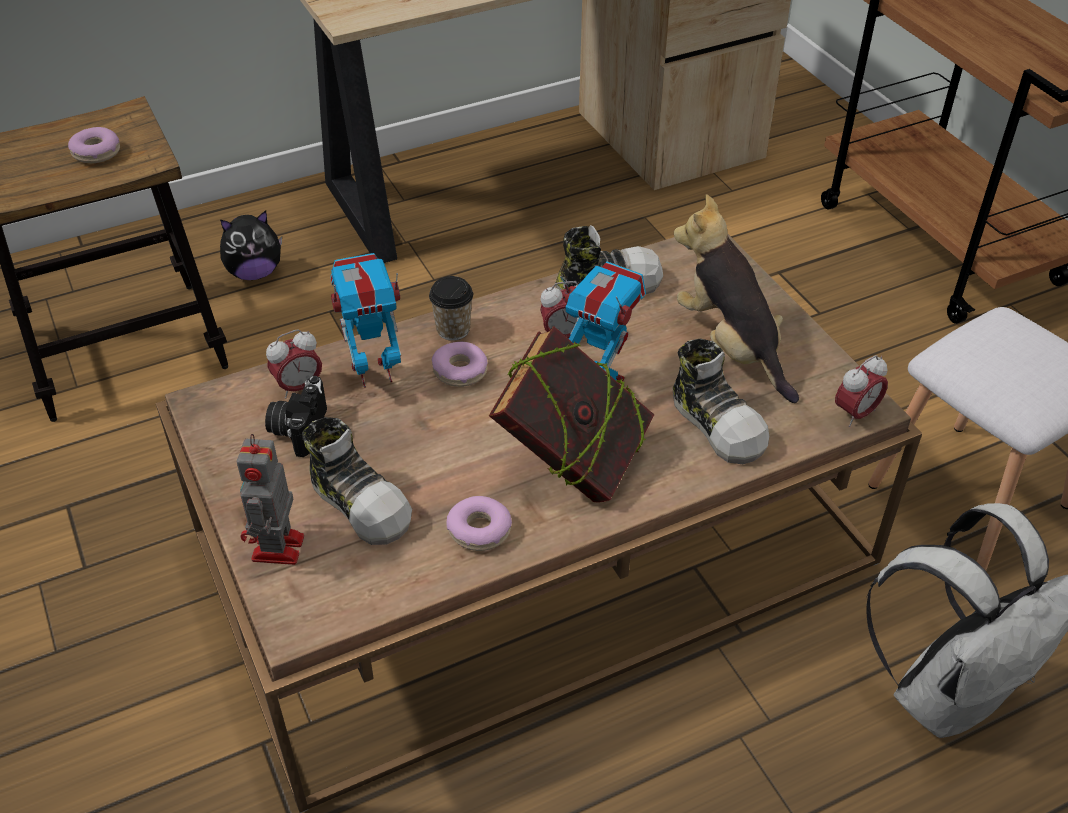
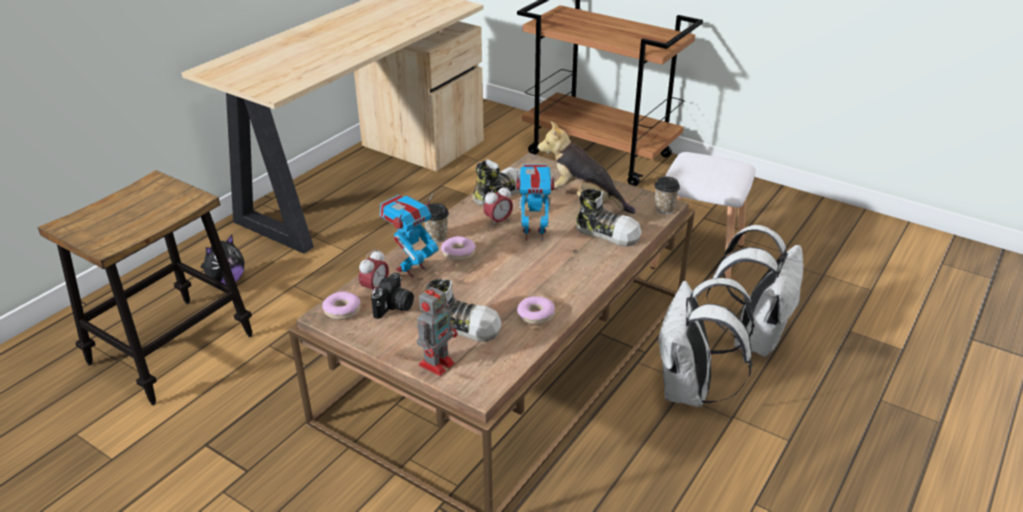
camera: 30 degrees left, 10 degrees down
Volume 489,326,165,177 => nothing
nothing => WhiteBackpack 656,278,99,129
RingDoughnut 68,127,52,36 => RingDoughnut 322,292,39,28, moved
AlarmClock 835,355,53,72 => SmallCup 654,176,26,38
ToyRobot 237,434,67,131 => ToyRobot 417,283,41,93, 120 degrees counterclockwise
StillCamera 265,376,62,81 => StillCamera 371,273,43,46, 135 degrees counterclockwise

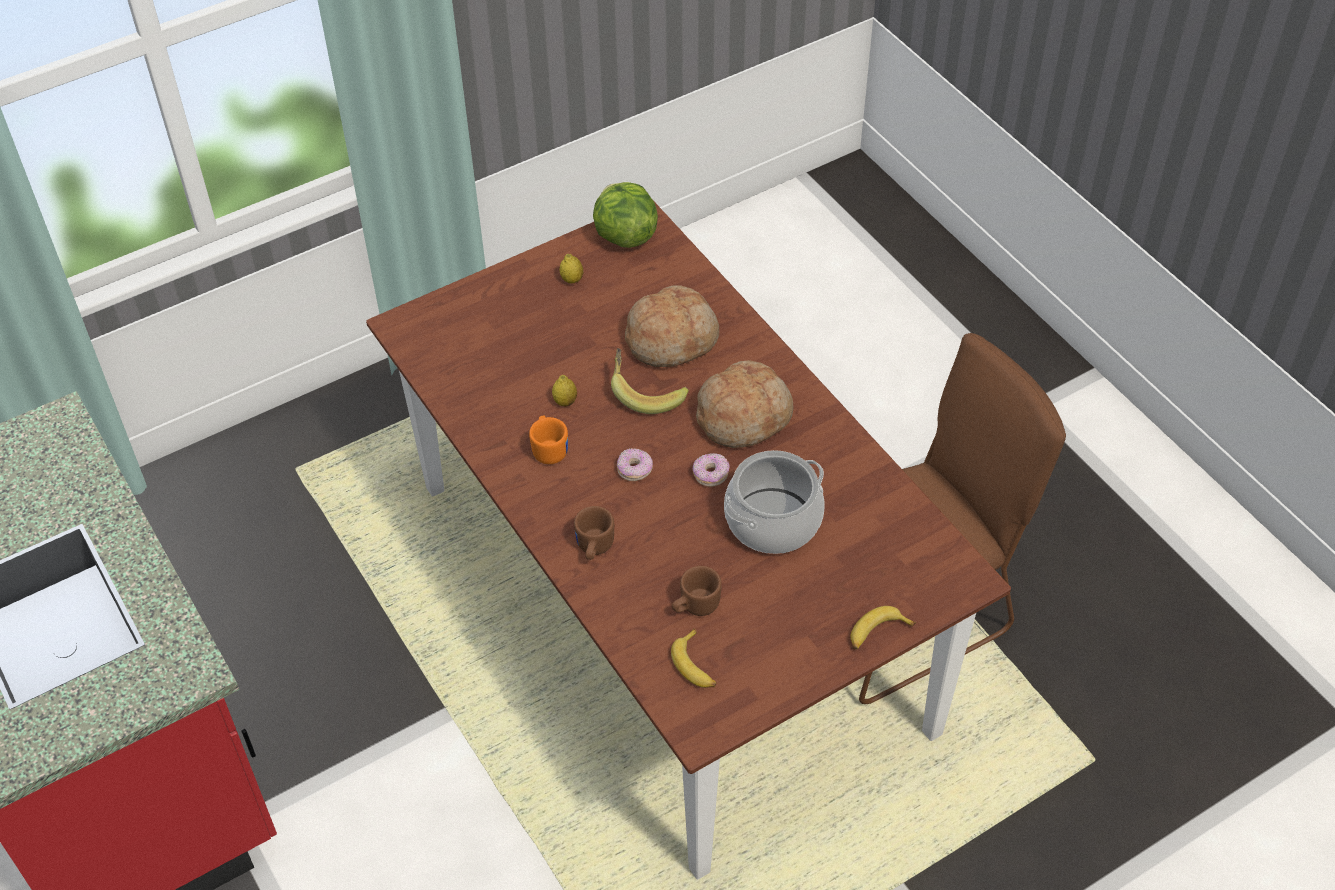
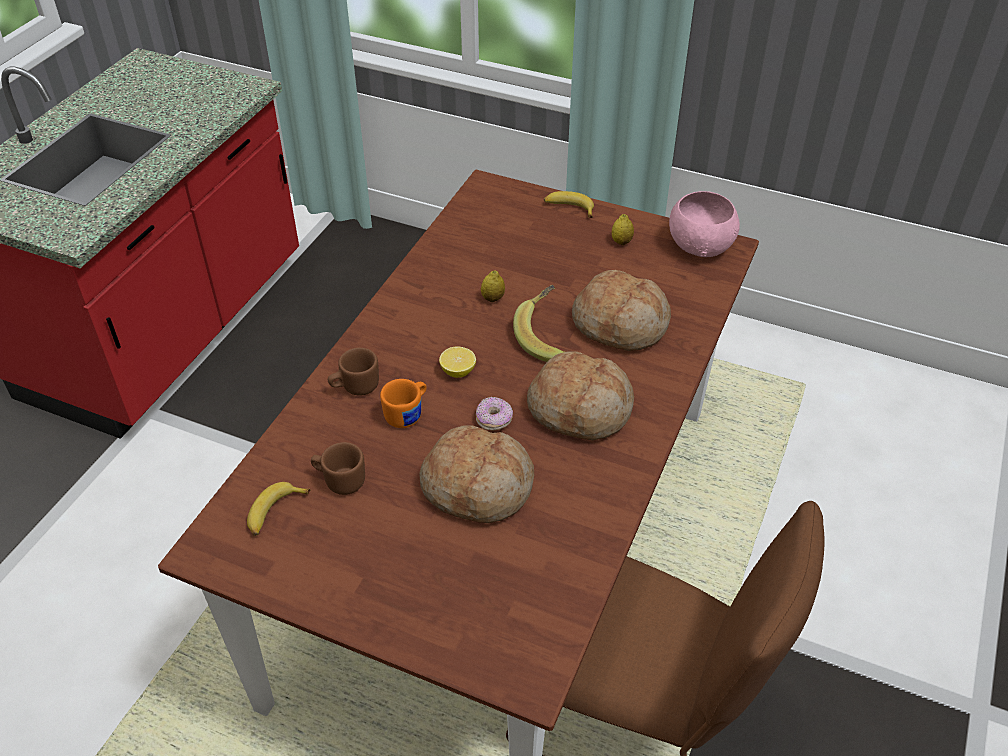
camera: 55 degrees right, 5 degrees down
OrangeColouredTeaMug 529,415,39,49 => OrangeColouredTeaMug 380,379,47,49, moved
BananaFruit 850,606,66,43 => BananaFruit 544,191,50,27, moved
LettuceHead 593,182,65,66 => PinkDeepDish 669,191,71,66
RingDoughnut 617,448,36,33 => WholeLemon 439,346,37,32
Saucepot 724,450,101,104 => BakedBread 419,425,115,98

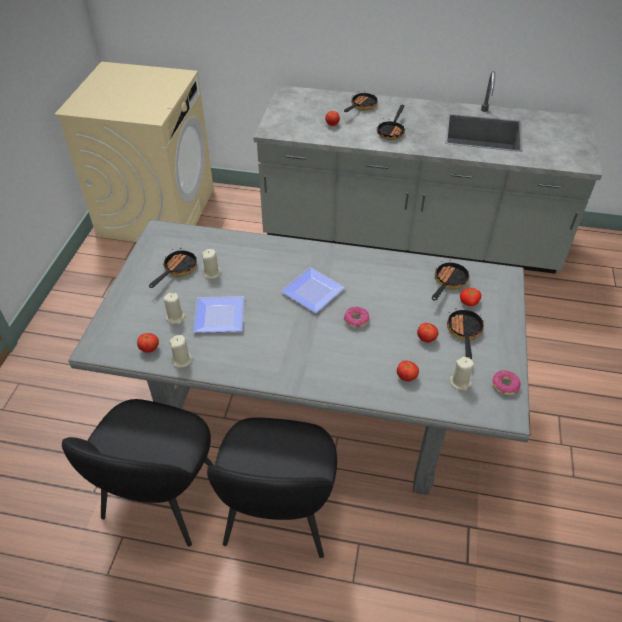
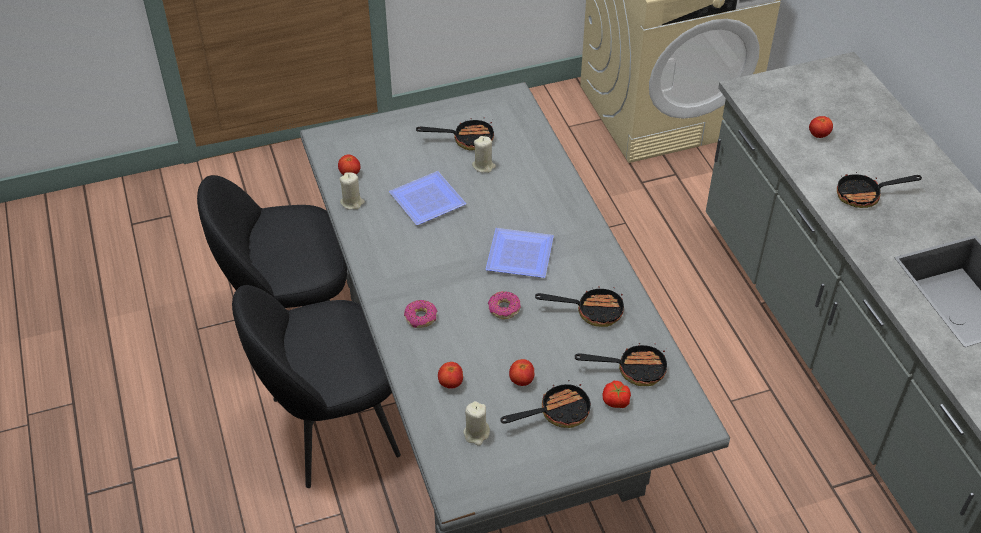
camera: 60 degrees right, 0 degrees up
BeigeCandle 164,293,21,31 => nothing
Pan 344,91,34,21 => Pan 535,286,89,41, moved
RingDoughnut 492,370,29,25 => RingDoughnut 404,300,33,28, moved

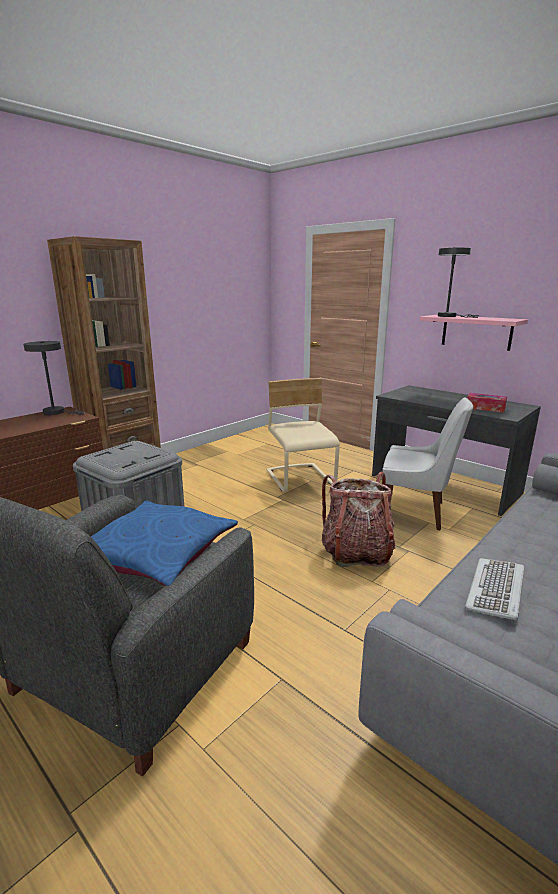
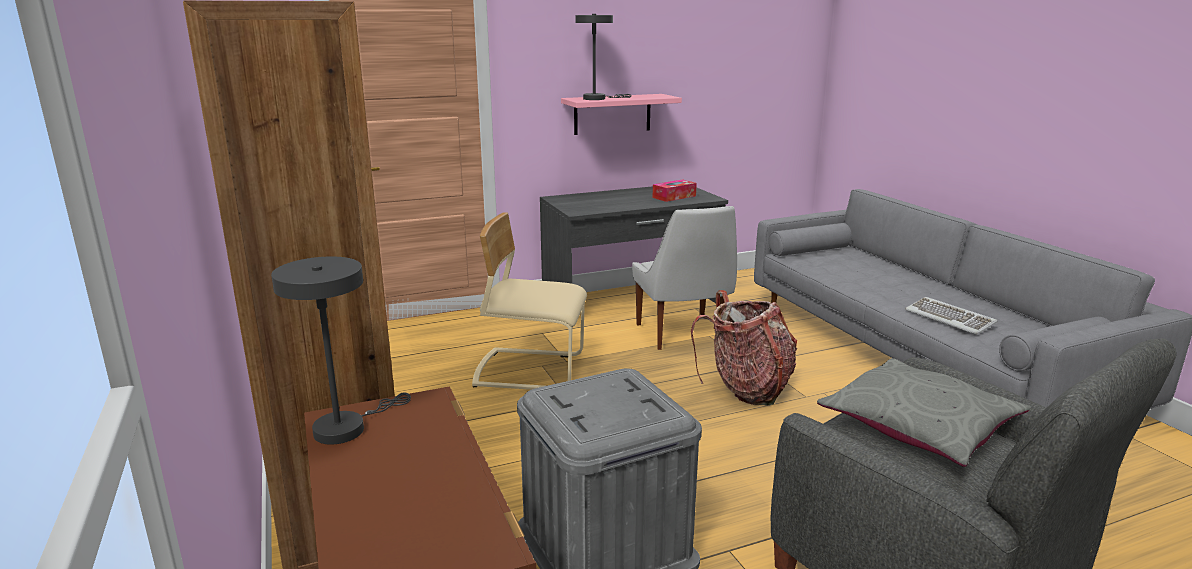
camera: 65 degrees left, 0 degrees up
BlueCushion 91,501,147,85 => GreyCushion 817,358,214,109
WhiteChair 382,397,91,134 => WhiteChair 632,206,105,144, 120 degrees clockwise

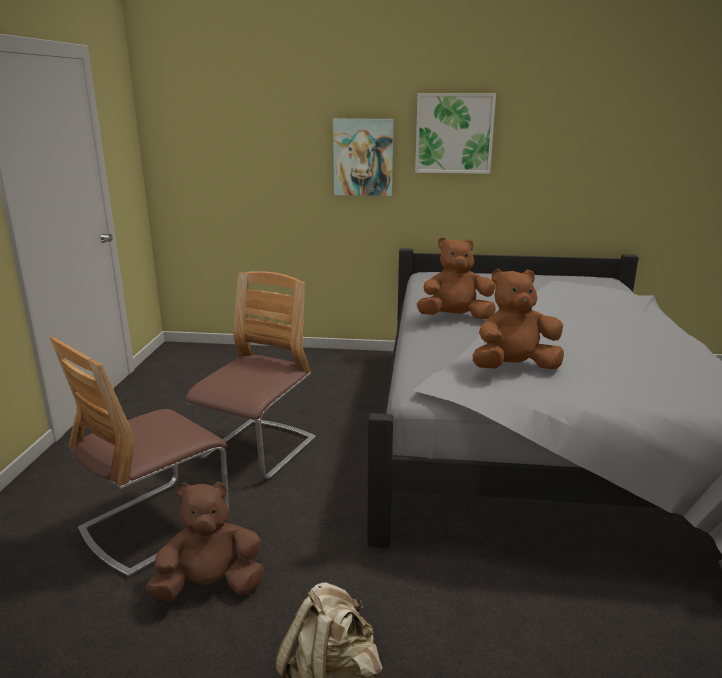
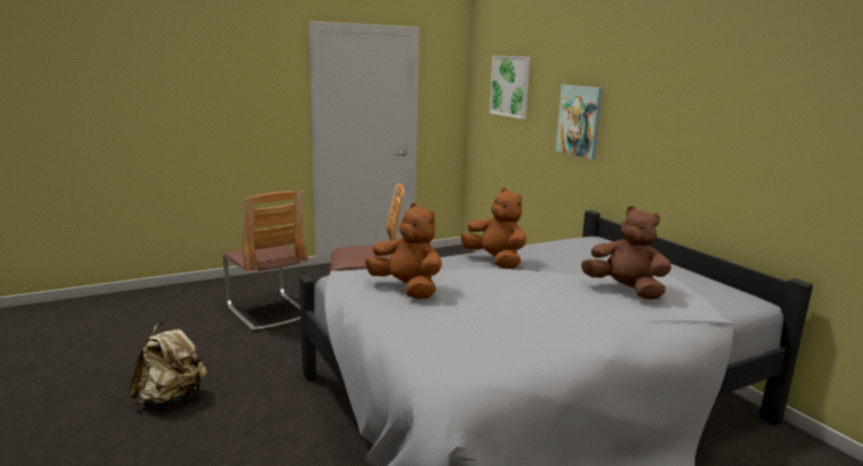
camera: 55 degrees right, 5 degrees down
BrownishCuddlyToy 145,481,119,121 => BrownishCuddlyToy 581,206,90,93, moved
Picture 415,93,81,81 => Picture 489,56,41,63, moved
Chair 50,336,179,242 => Chair 223,191,85,141, 135 degrees counterclockwise

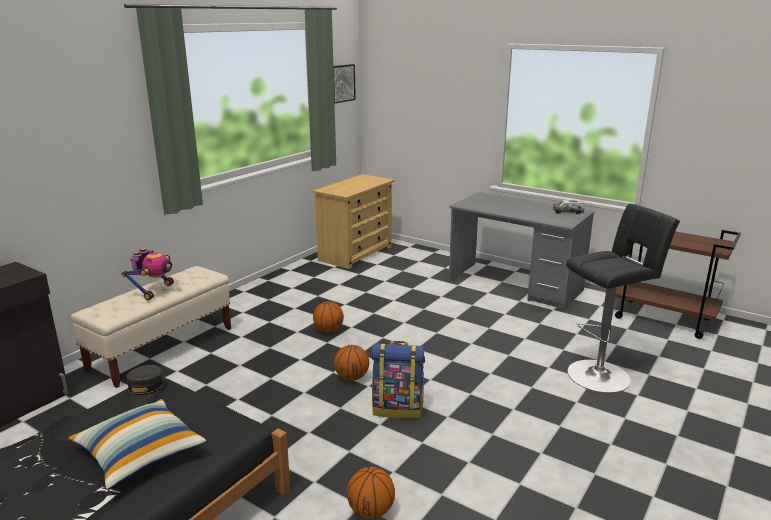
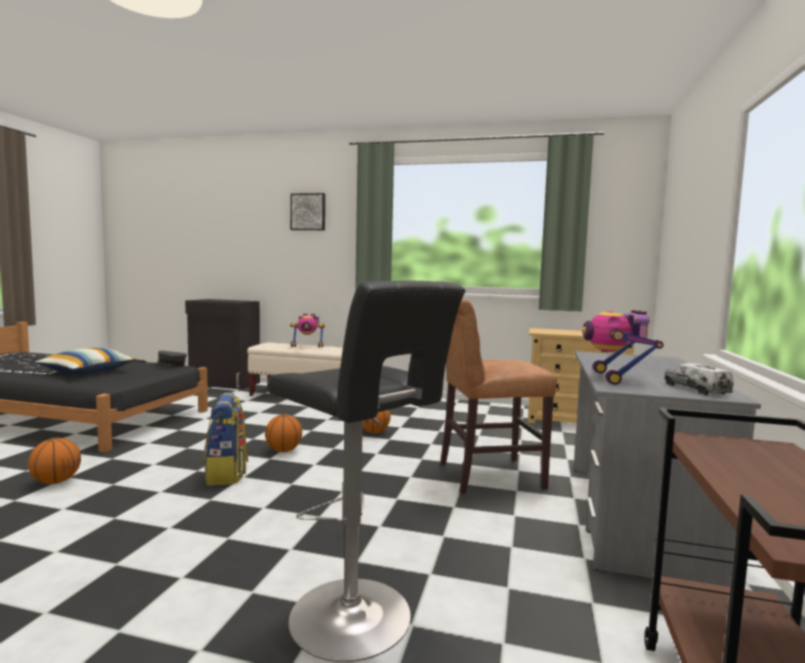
camera: 70 degrees right, 15 degrees down
nothing => BrownishChair 440,299,117,195
nothing => ToyRobot 582,310,82,75
Picture 333,64,23,39 => Picture 290,193,35,37, moved

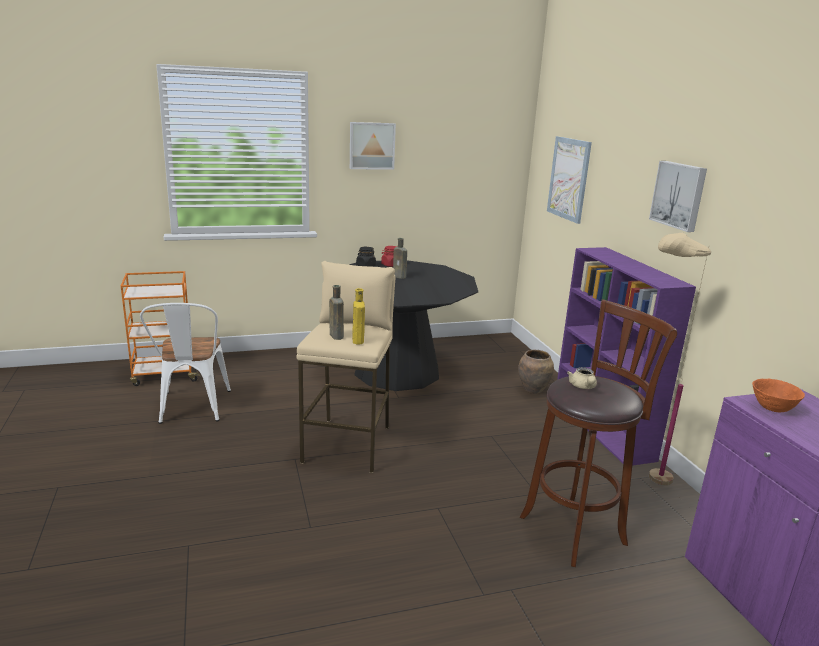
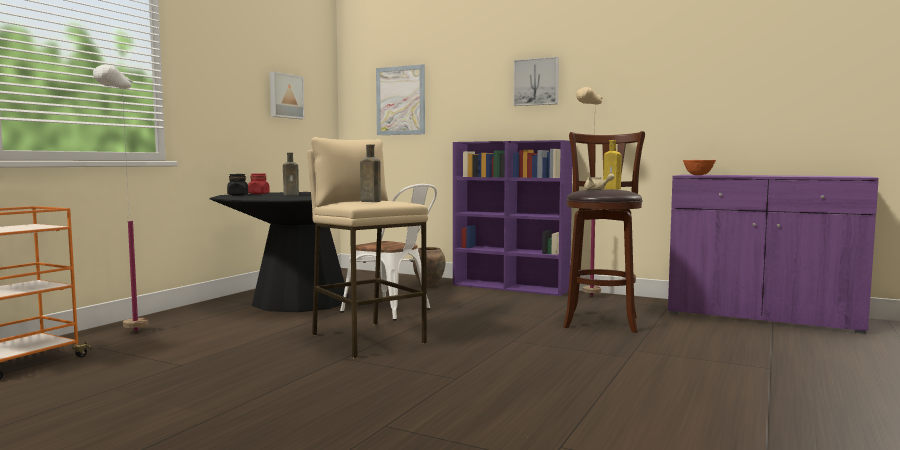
camera: 45 degrees left, 15 degrees down
nothing => WhiteStandingLamp 93,64,55,268
WhiteChair 140,303,91,121 => WhiteChair 340,184,97,136, moved
Picture 350,122,46,48 => Picture 270,72,34,47, moved
YellowColouredBeverageBottle 352,288,13,56 => YellowColouredBeverageBottle 603,140,19,50, moved

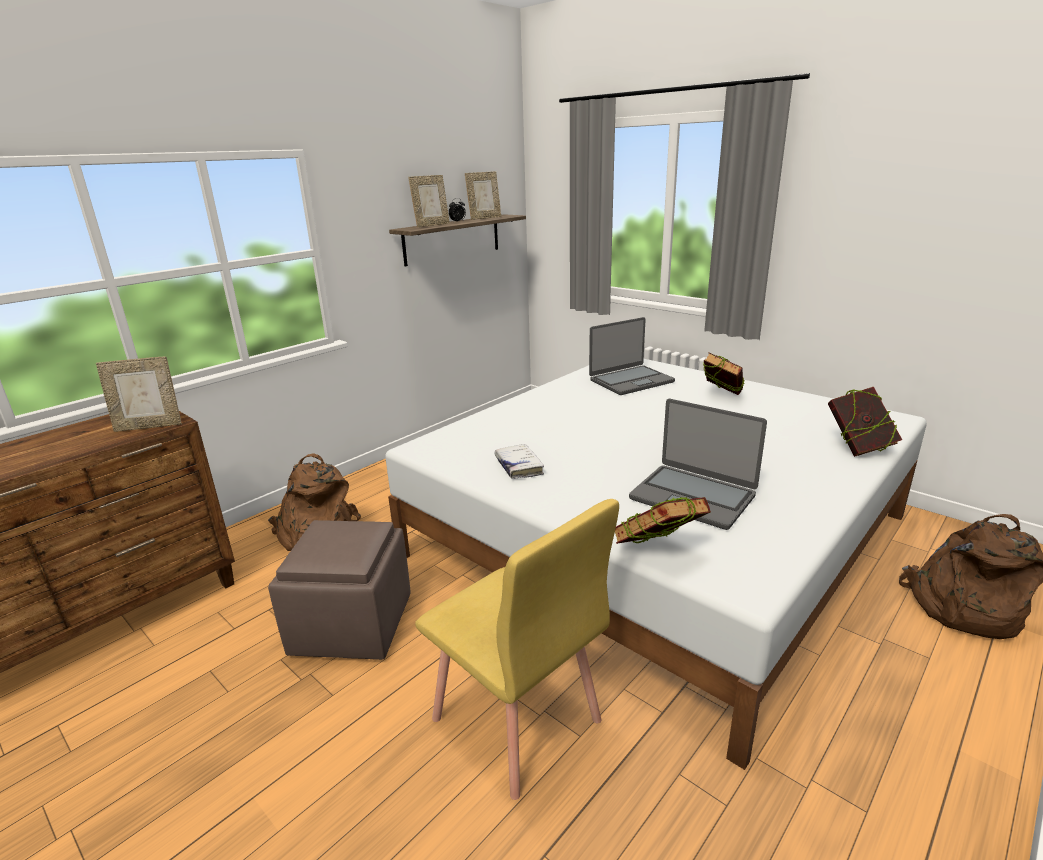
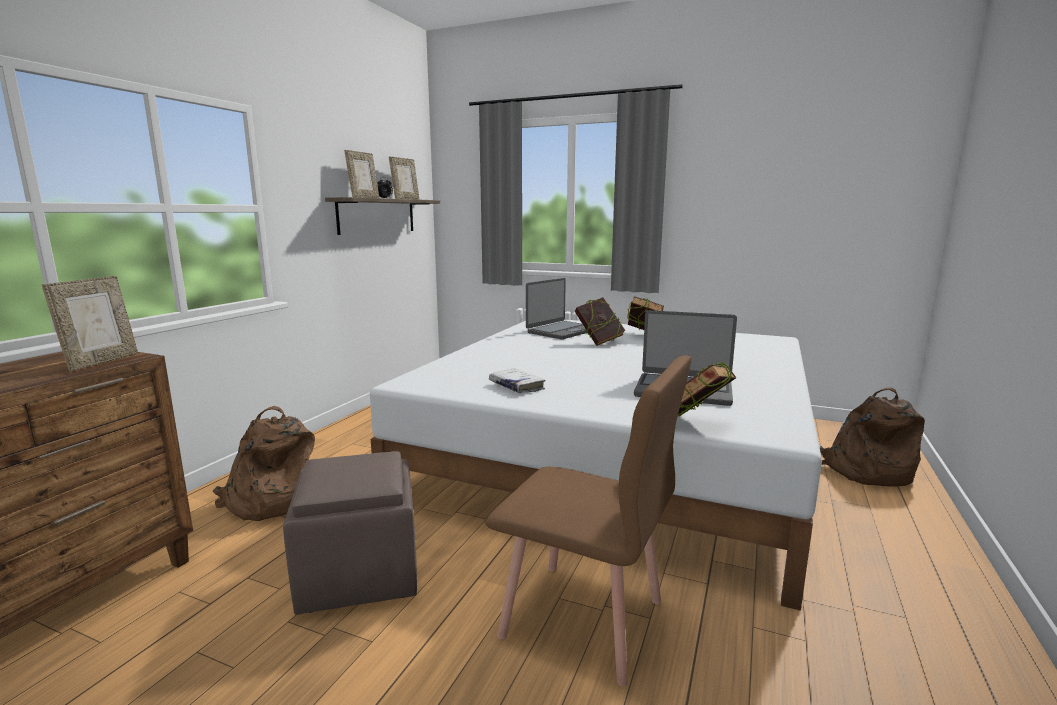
camera: 20 degrees left, 10 degrees down
Volume 828,387,74,70 => Volume 575,297,51,49, moved
YellowColouredChair 415,499,204,301 => BrownishChair 486,355,206,332
StandingFrame 96,357,86,75 => StandingFrame 42,276,96,96, 45 degrees counterclockwise

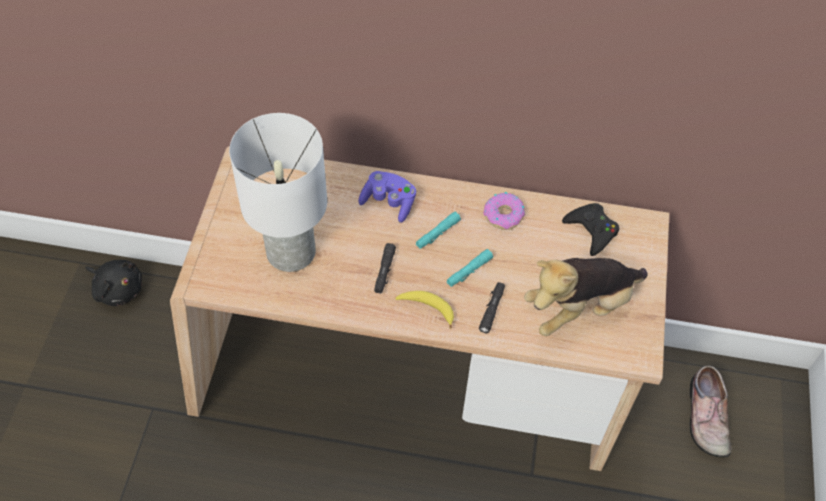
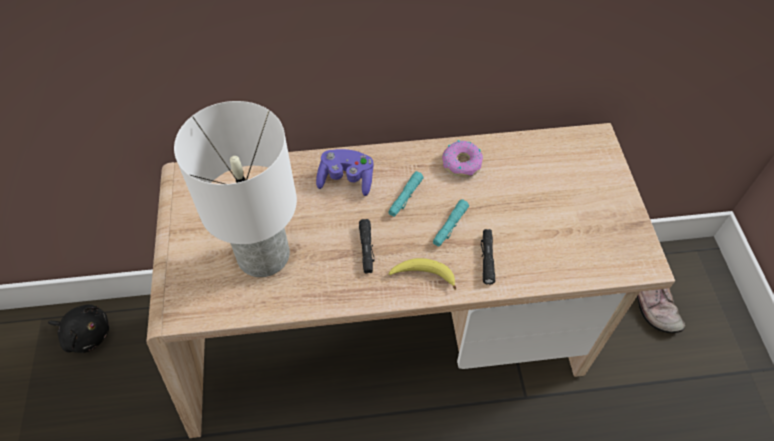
camera: 15 degrees left, 0 degrees up
CuddlyToy 524,258,123,78 => nothing
BlackJoypad 562,203,57,53 => nothing

